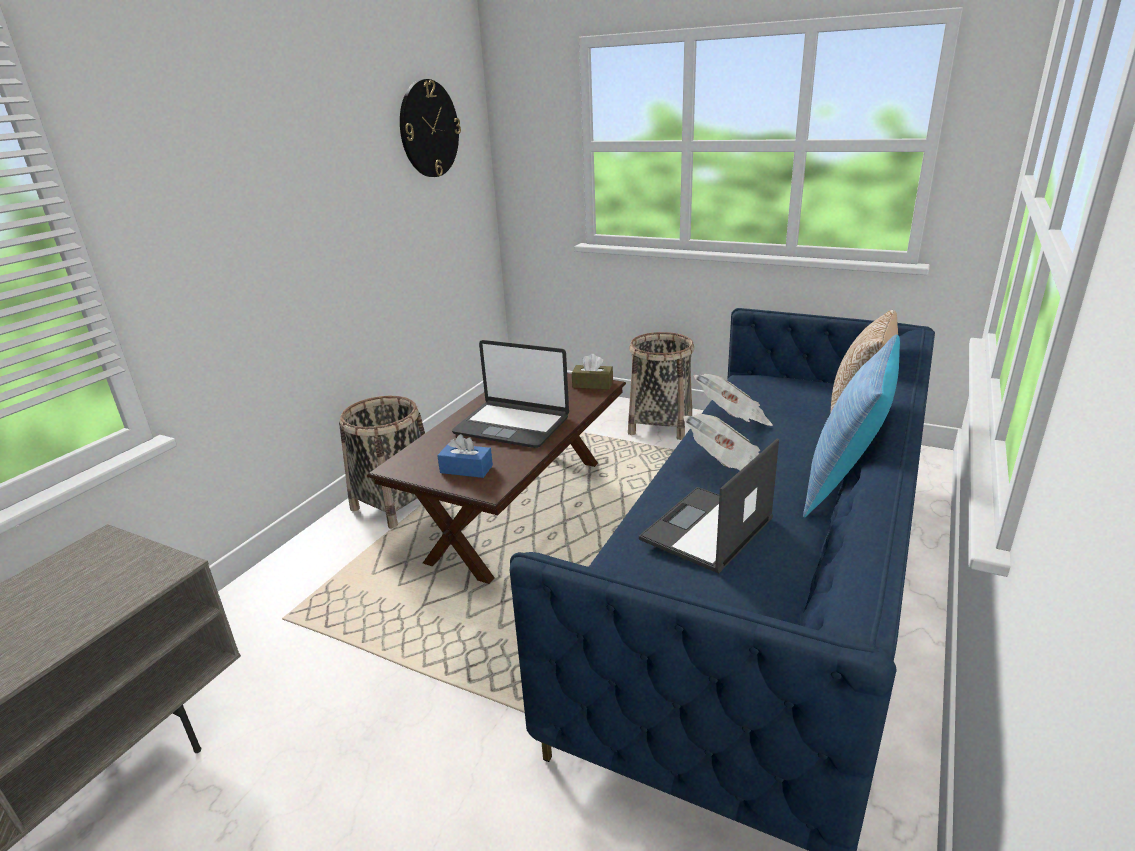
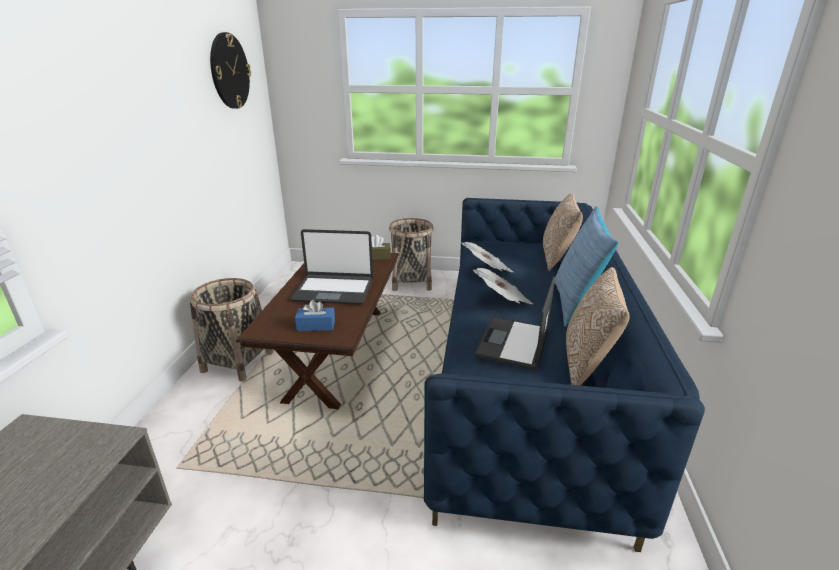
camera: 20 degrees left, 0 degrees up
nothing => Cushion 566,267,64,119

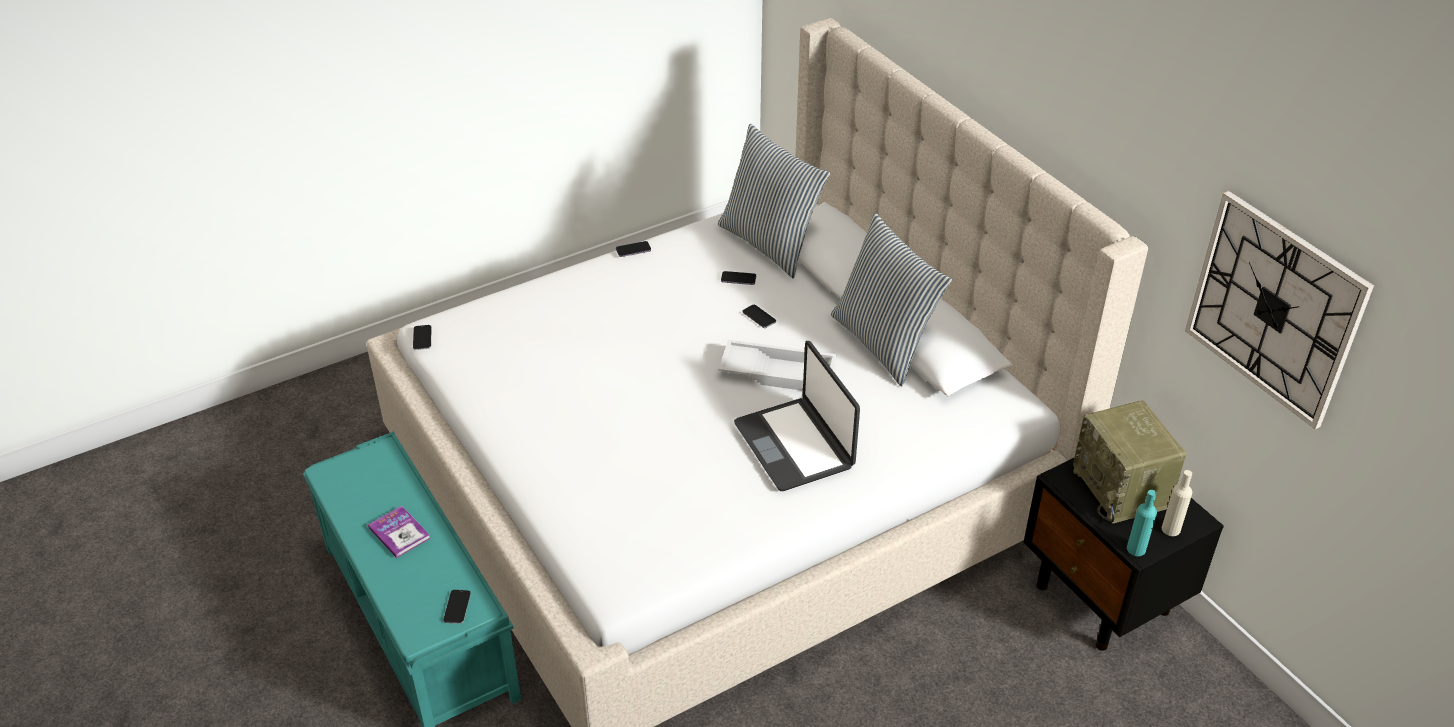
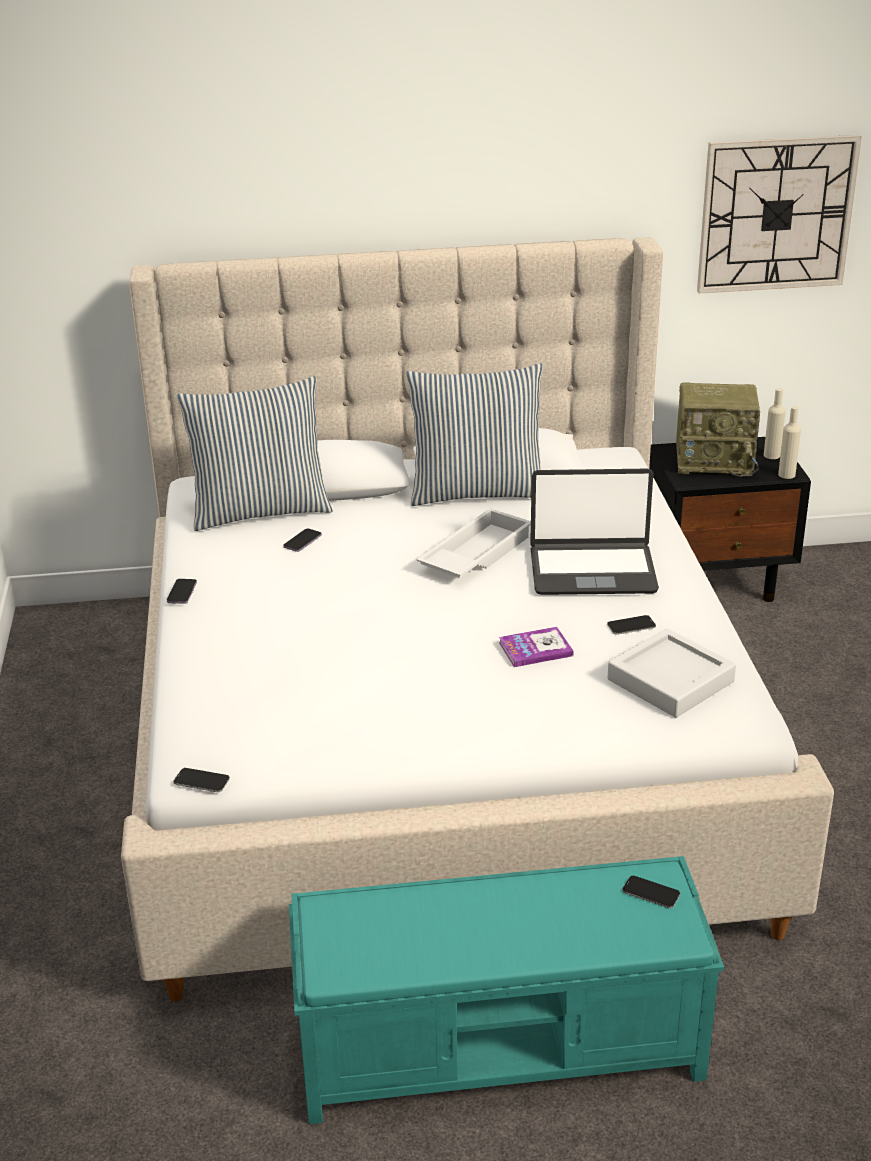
camera: 65 degrees left, 10 degrees down
nothing => GreyTray 607,628,129,90
Volume 368,506,63,52 => Volume 499,627,75,40, moved
Handset 742,305,34,23 => Handset 607,615,49,20, moved
TurquoiseBeverageBottle 1127,490,30,66 => BeigeBeverageBottle 778,406,23,73

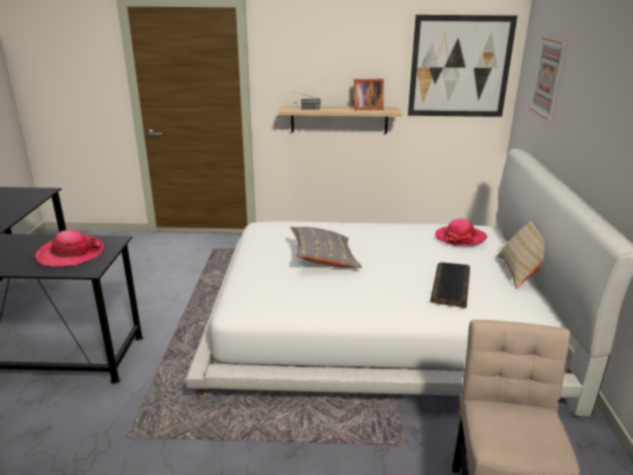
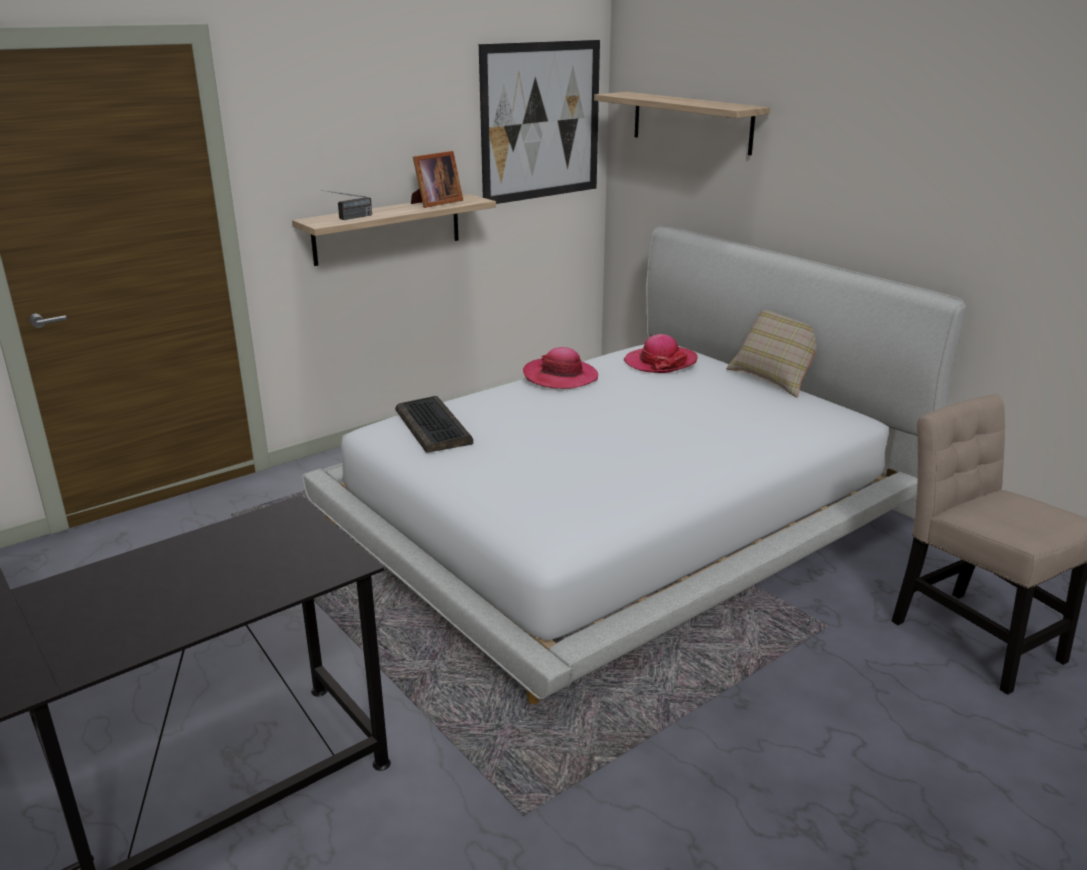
camera: 40 degrees left, 0 degrees up
GreyCushion 291,227,71,41 => nothing
WearableHat 35,230,69,37 => WearableHat 523,347,75,42, moved
Keyboard 430,262,40,46 => Keyboard 395,396,78,57, moved
Picture 529,37,37,83 => WallShelf 594,92,176,64

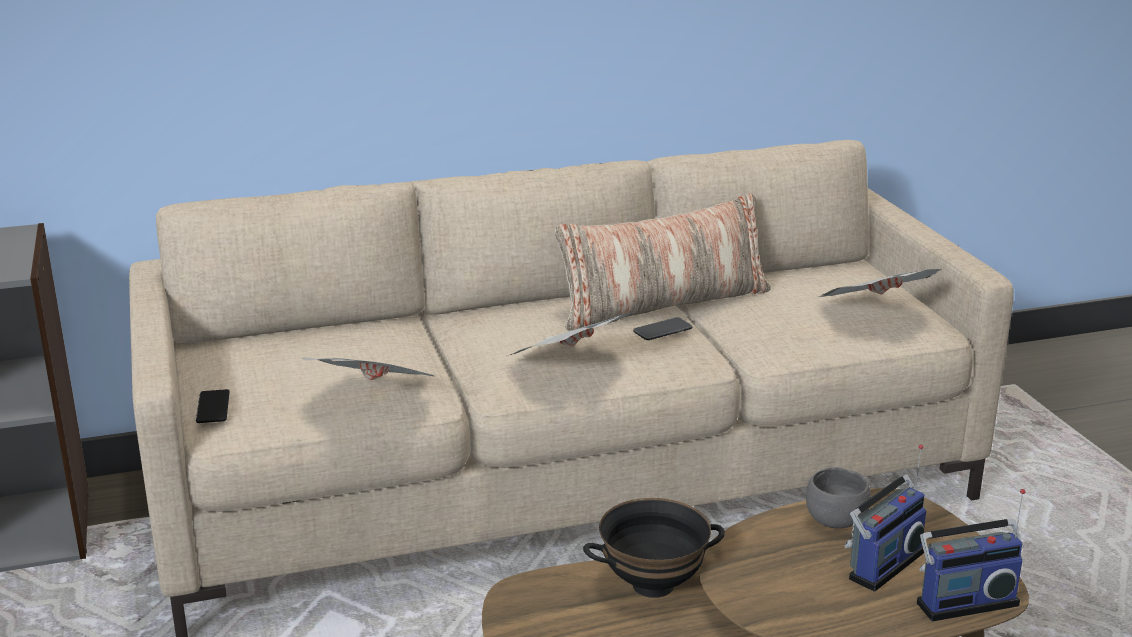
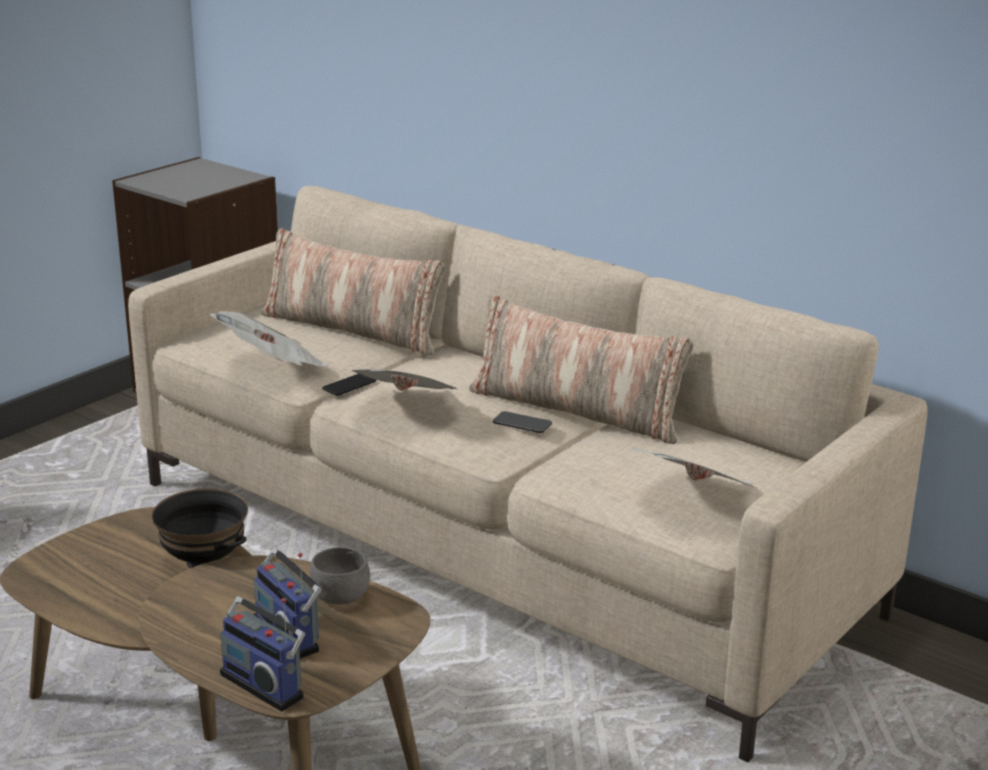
camera: 55 degrees right, 0 degrees up
nothing => Cushion 261,228,184,127
Handset 196,389,34,34 => Handset 322,374,55,22, moved
RadioReceiver 845,445,81,147 => RadioReceiver 253,548,69,111, 45 degrees clockwise

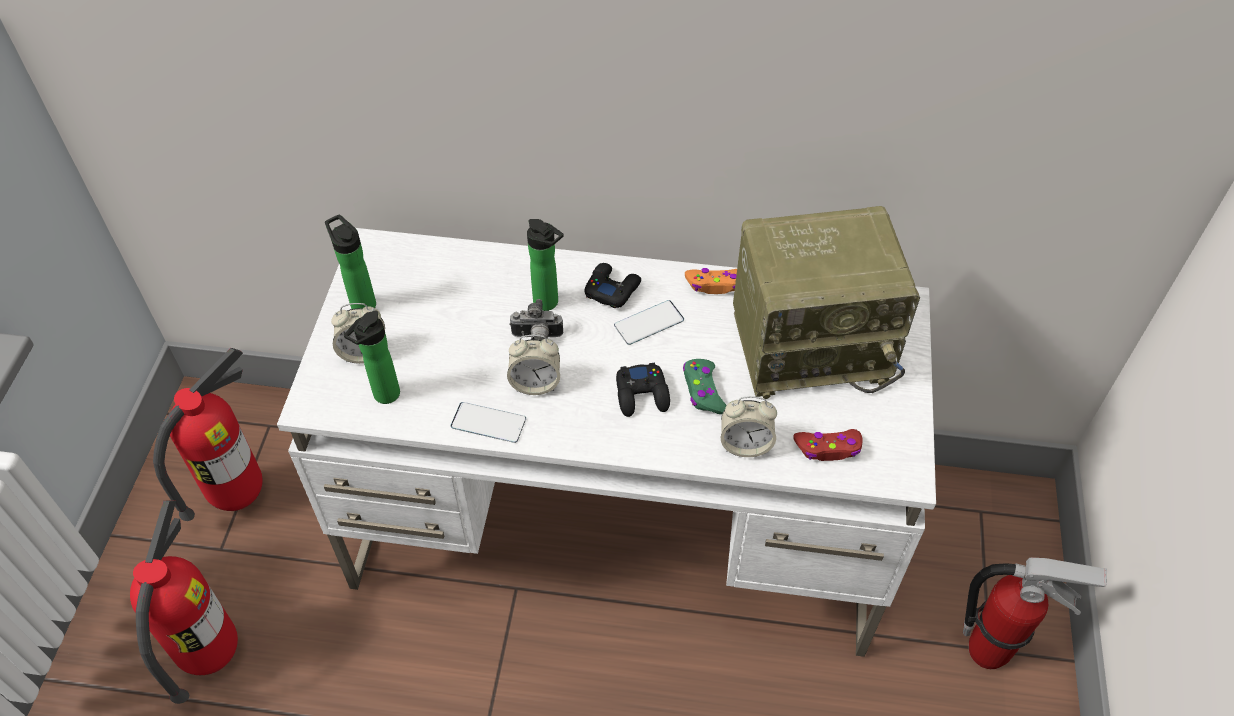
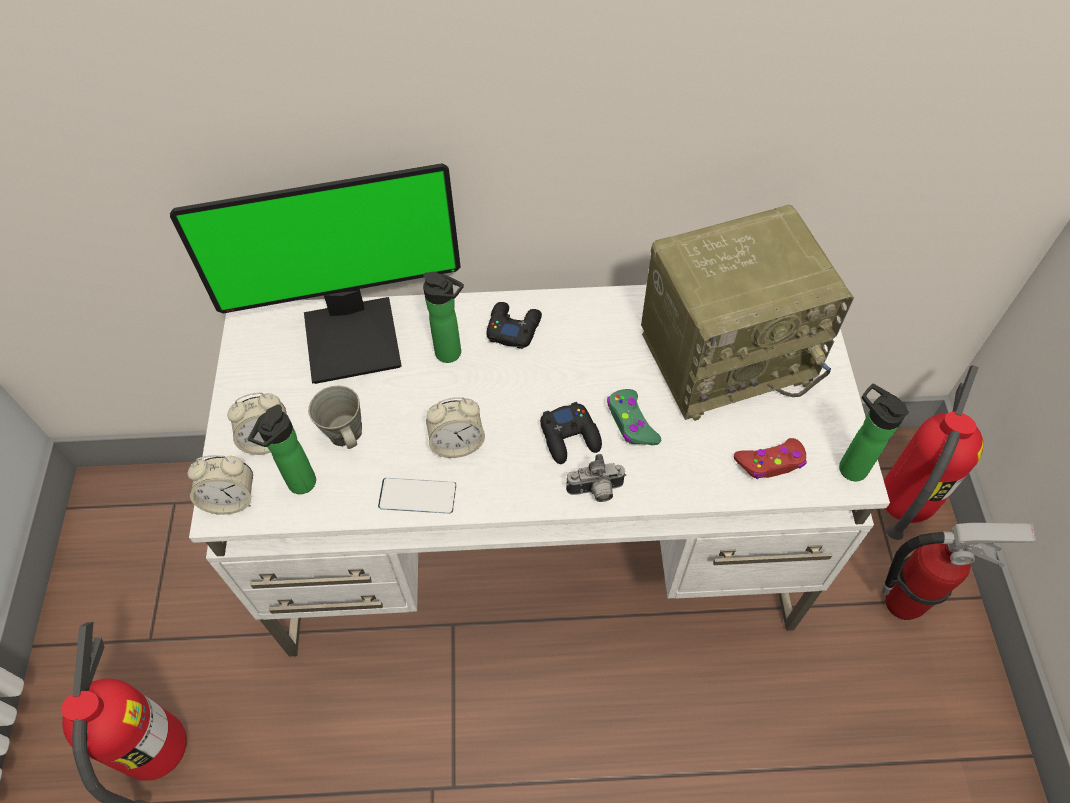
camera: 10 degrees left, 5 degrees up
Handset 614,300,70,45 => nothing
OrangeColouredJoypad 685,268,52,26 => nothing
nothing => Monitor 170,163,291,221
nothing => GreyTeaMug 308,386,54,63
FireExtinguisher 153,348,110,173 => FireExtinguisher 884,365,99,175, moved
BeverageBottle 325,215,51,94 => BeverageBottle 839,384,70,97, moved
StillCamera 509,299,54,41 => StillCamera 566,454,60,48, moved
AlarmClock 721,396,56,61 => AlarmClock 188,455,65,60, moved

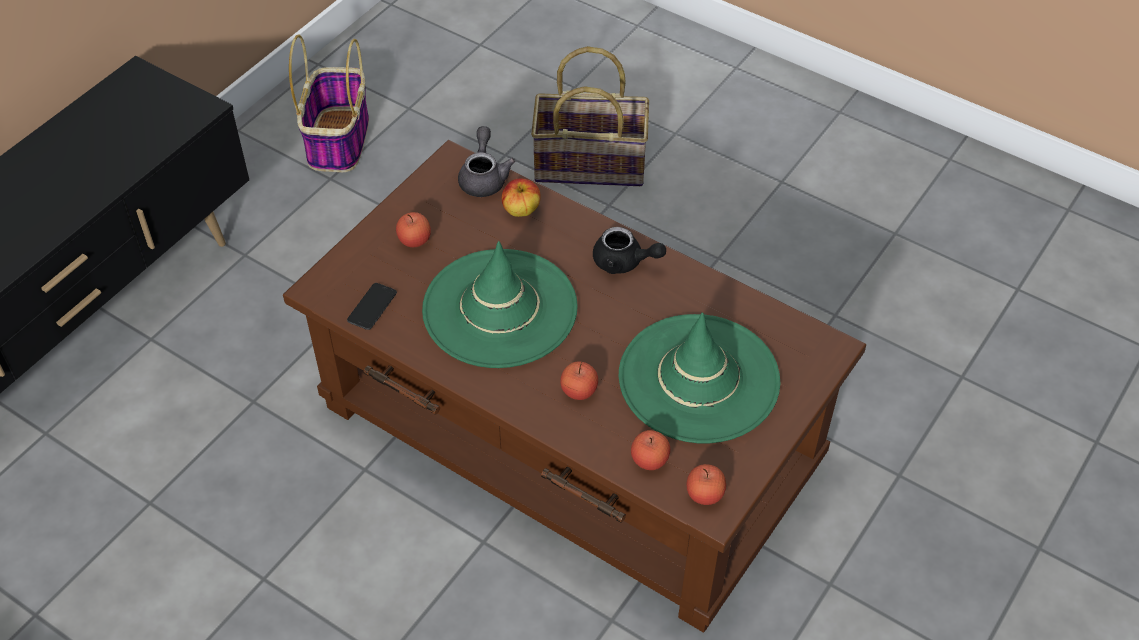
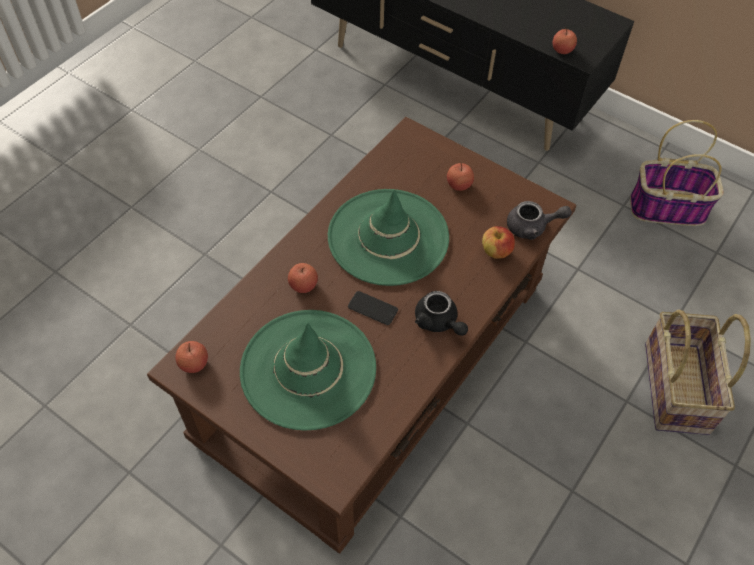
camera: 90 degrees right, 5 degrees up
Handset 347,283,50,47 => Handset 348,291,50,34, moved
WholeApple 631,430,39,40 => WholeApple 553,27,24,27, moved
BlackTeaPot 593,227,73,47 => BlackTeaPot 415,291,53,45, 60 degrees counterclockwise

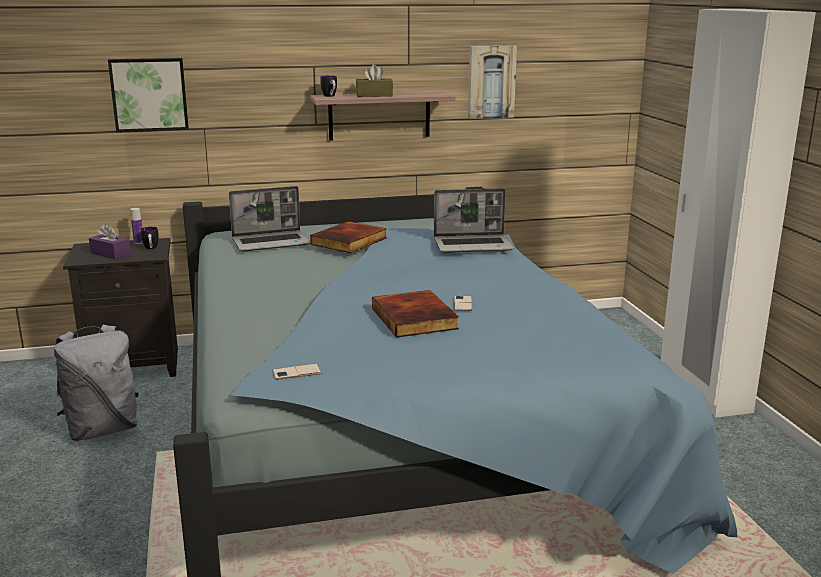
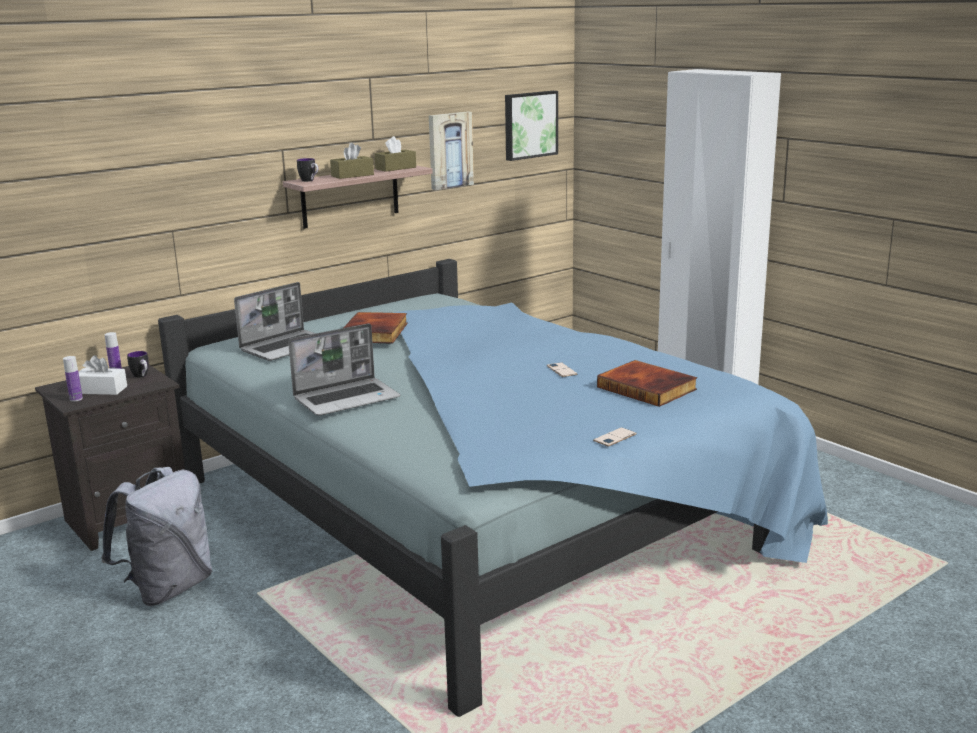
camera: 25 degrees left, 0 degrees up
nothing => BeverageBottle 63,356,20,46
nothing => BrownishBoxOfTissues 375,136,41,36
Picture 108,58,81,74 => Picture 505,91,53,70, moved
Handset 272,364,50,16 => Handset 593,427,44,20, moved
Volume 372,290,87,48 => Volume 597,360,100,47, moved
NotebookComputer 434,188,80,65 => NotebookComputer 288,323,112,93, moved
PurpleBoxOfTissues 89,224,42,35 => WhiteBoxOfTissues 79,355,48,40

